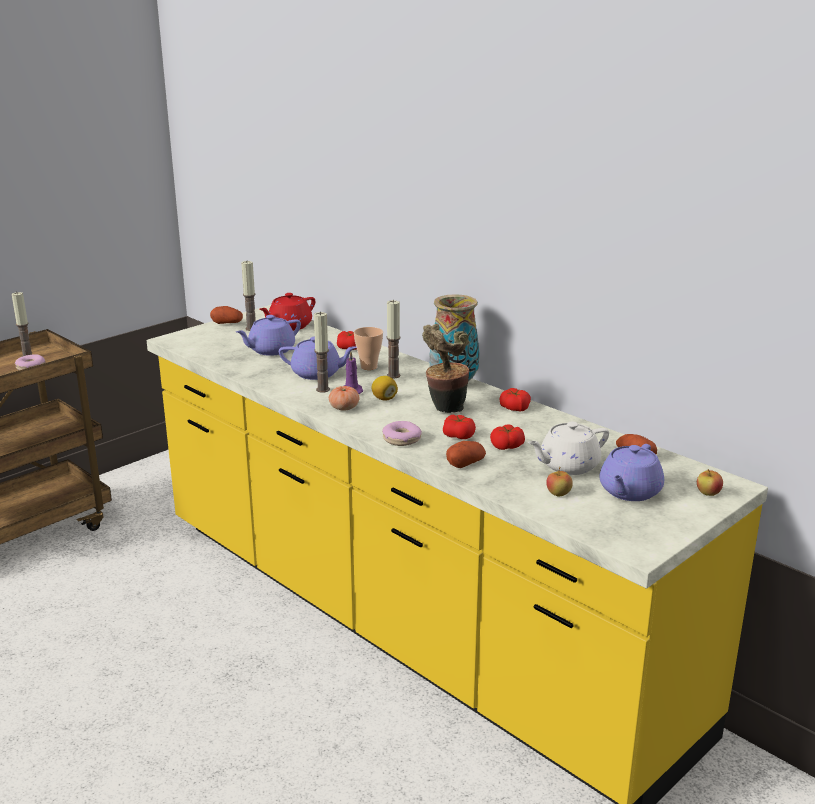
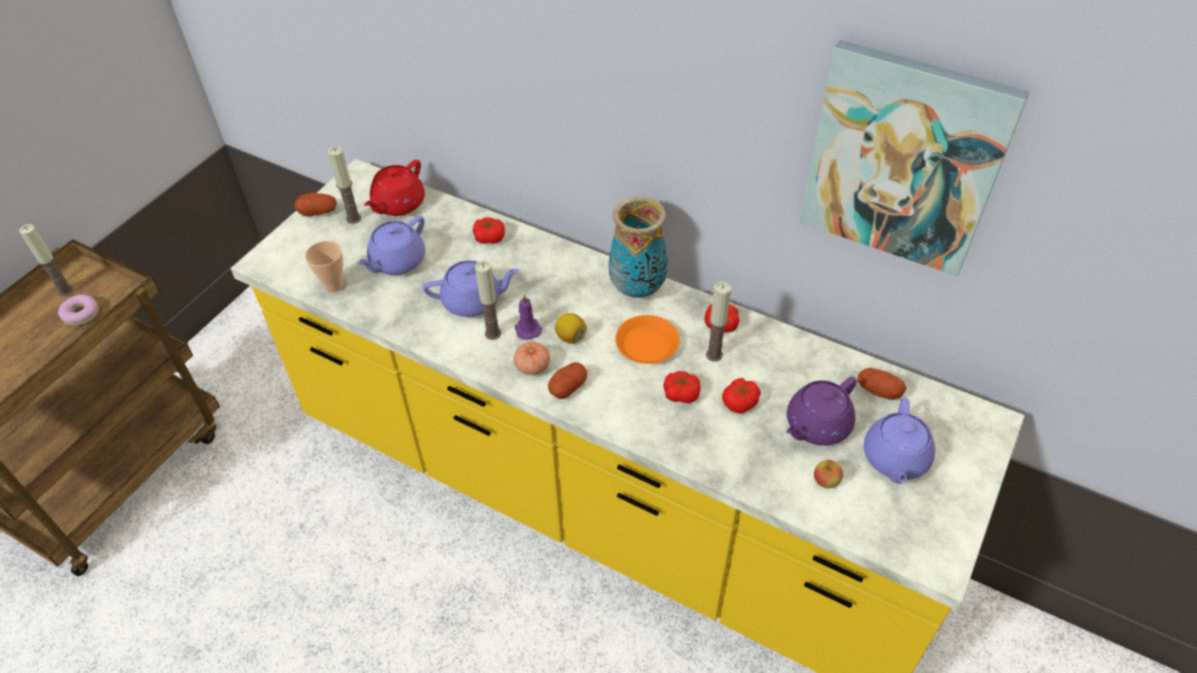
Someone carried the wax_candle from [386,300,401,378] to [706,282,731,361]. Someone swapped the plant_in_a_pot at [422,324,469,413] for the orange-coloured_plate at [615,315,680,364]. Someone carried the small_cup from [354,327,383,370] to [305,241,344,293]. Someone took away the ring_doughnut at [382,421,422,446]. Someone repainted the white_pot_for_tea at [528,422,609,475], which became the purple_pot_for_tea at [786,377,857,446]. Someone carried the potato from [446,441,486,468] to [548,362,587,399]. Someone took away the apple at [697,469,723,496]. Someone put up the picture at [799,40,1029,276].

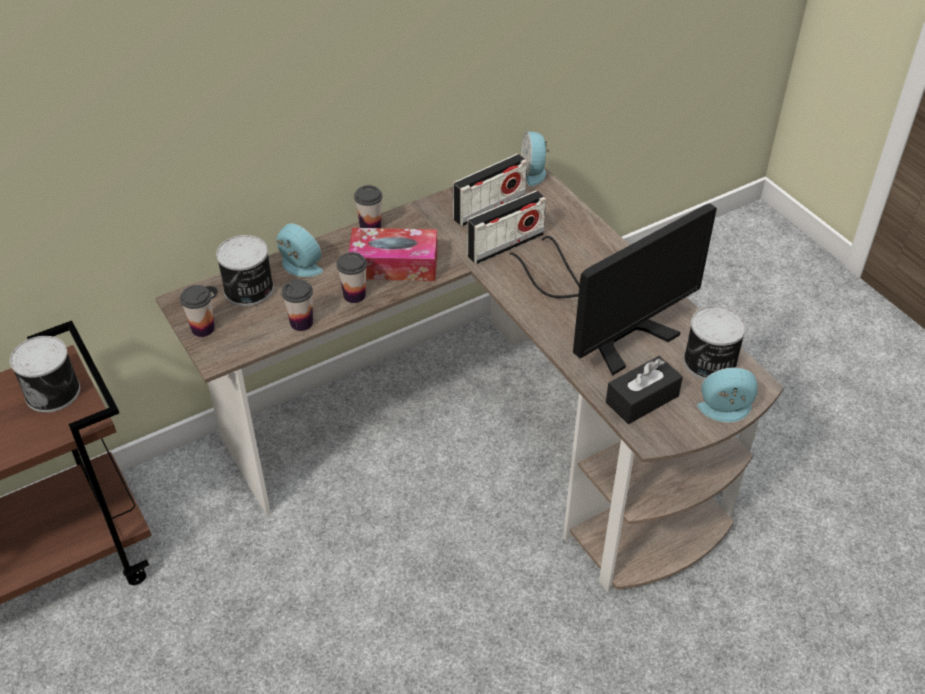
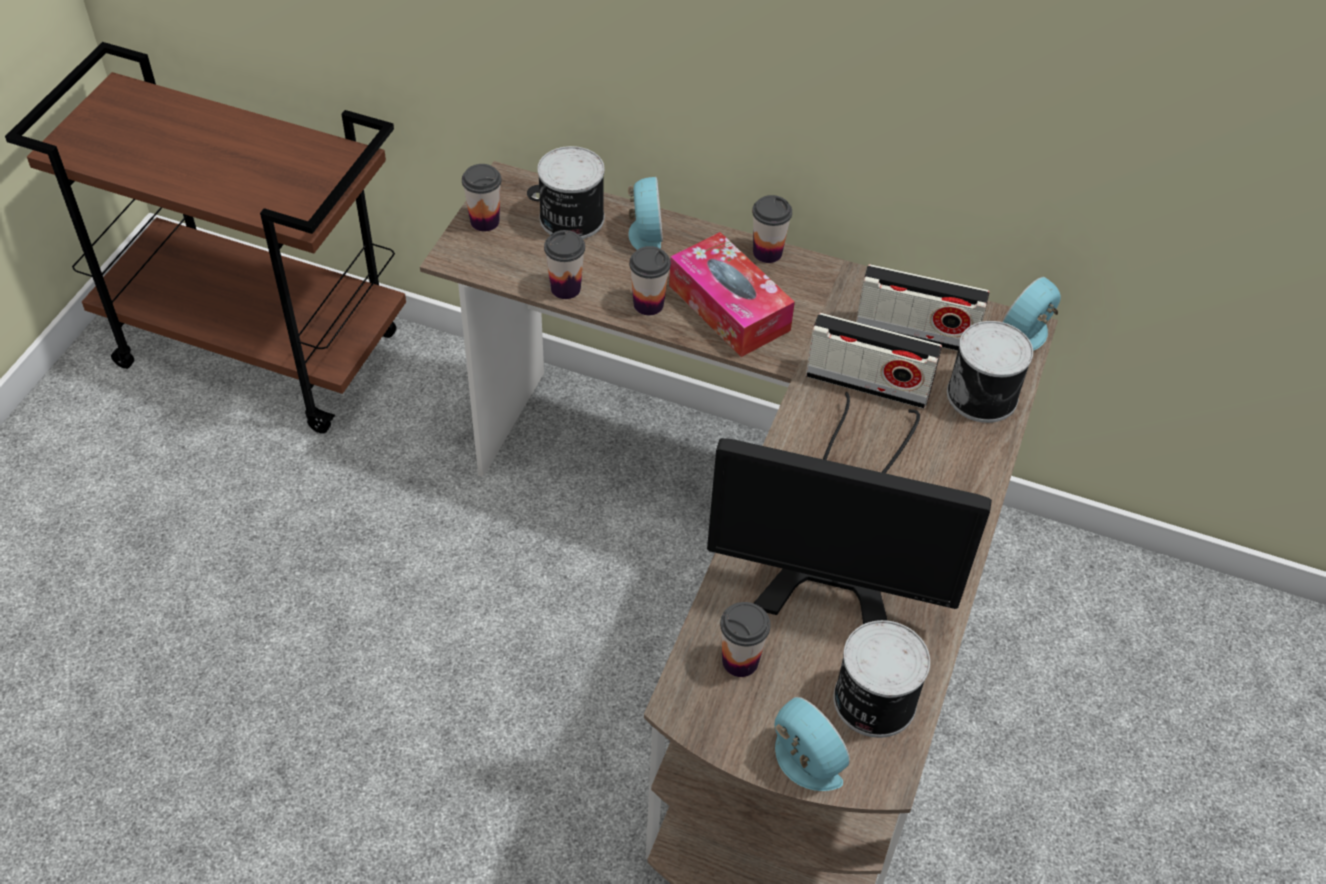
Someone carried the sealed_can from [10,336,80,413] to [947,321,1033,423]. Someone swapped the black_tissue_box at [606,356,683,424] for the small_cup at [720,602,770,677].

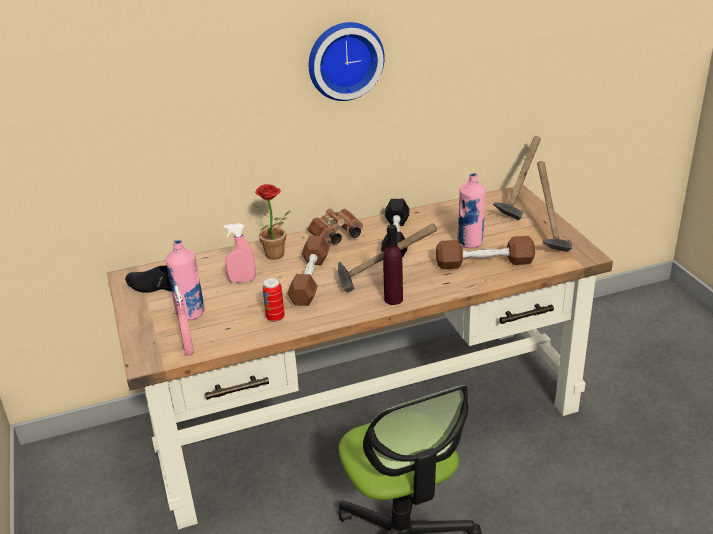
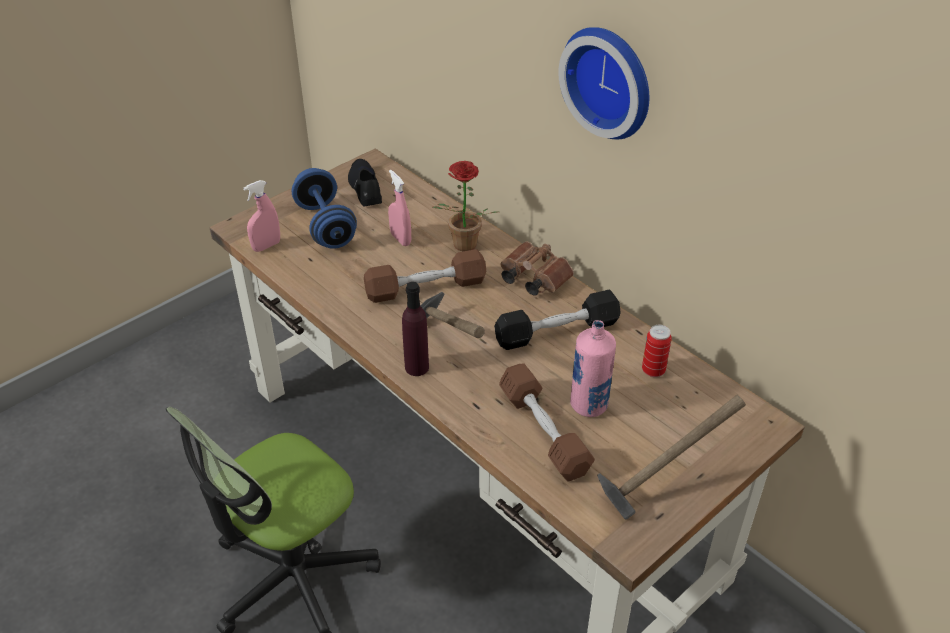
Someone took away the tool_hammer at [493,136,541,220]. Someone swapped the pinkish_bottle at [166,239,205,320] for the blue-coloured_free_weight at [292,168,357,249]. Someone carried the sealed_can from [262,278,285,322] to [642,325,672,377].

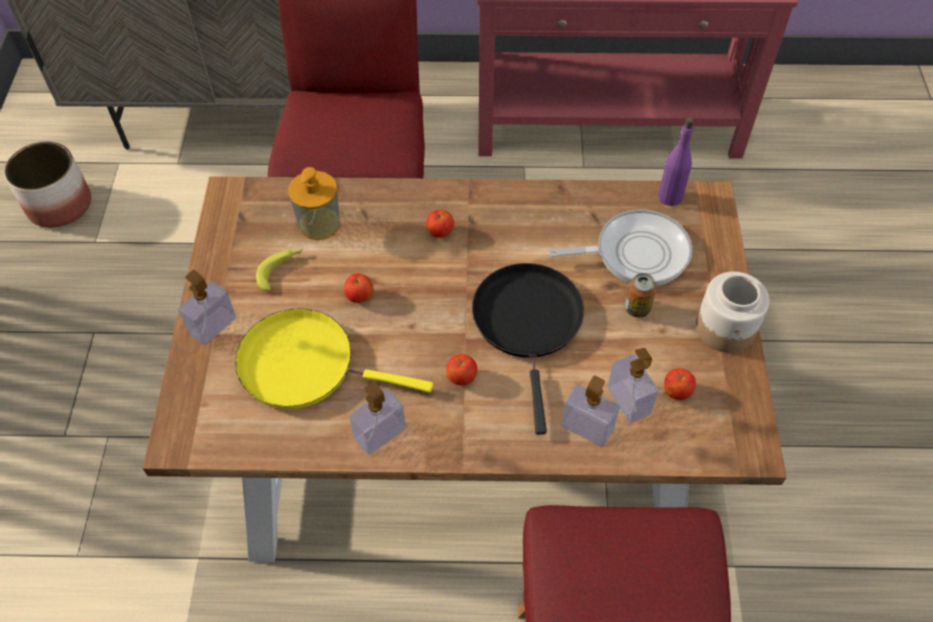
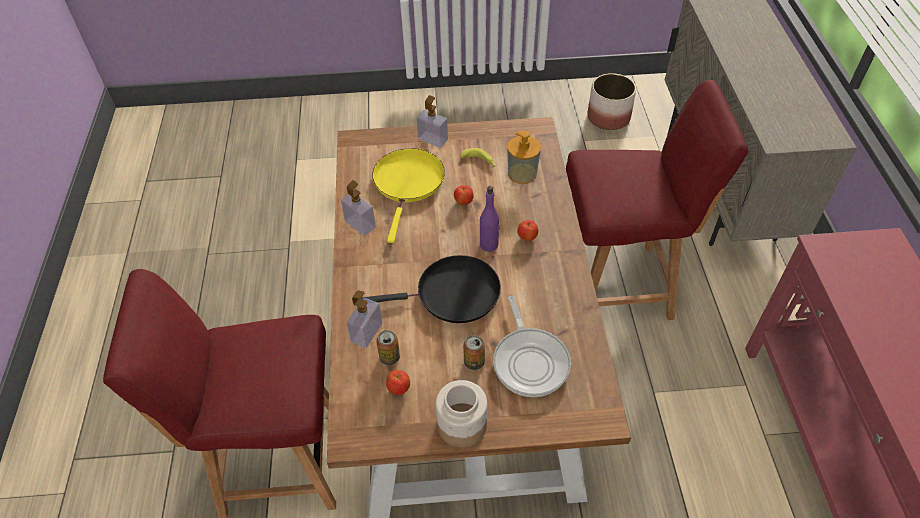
Someone carried the purple_bottle from [658,118,694,206] to [480,186,500,252]. Someone swapped the soap_dispenser at [608,348,658,423] for the sealed_can at [376,330,400,365]. Someone took away the apple at [447,354,477,386].

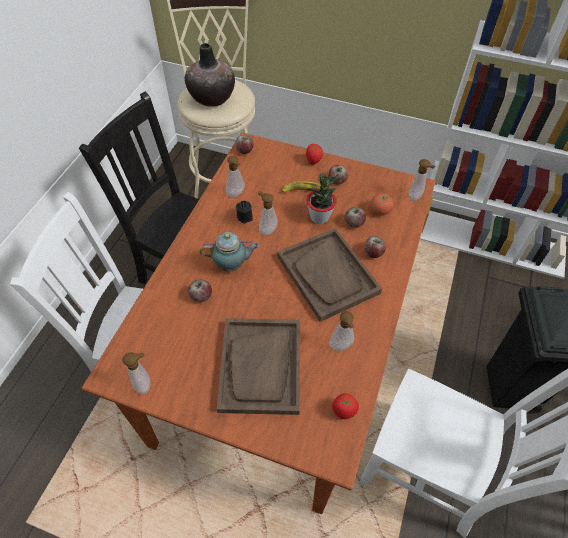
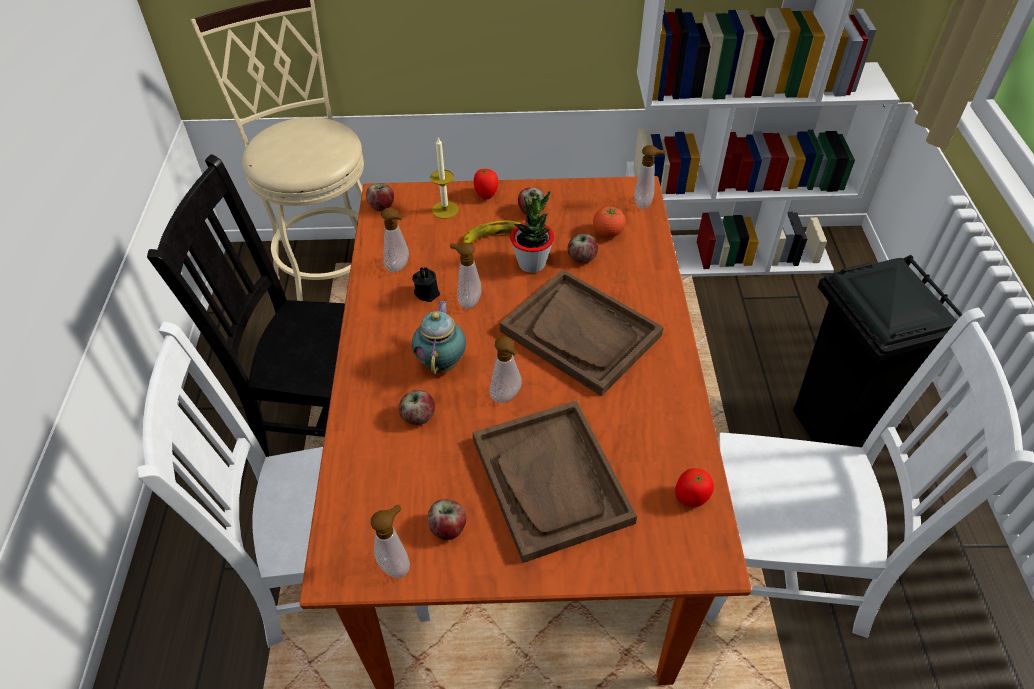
Someone took away the vase at [185,43,235,107]. Someone rotated the pot_for_tea at [200,232,260,272] by 60 degrees counterclockwise. Someone carried the apple from [365,236,386,258] to [427,499,466,540]. Someone carried the soap_dispenser from [329,311,355,351] to [490,336,522,403]. Someone put down the wax_candle at [430,138,459,219].

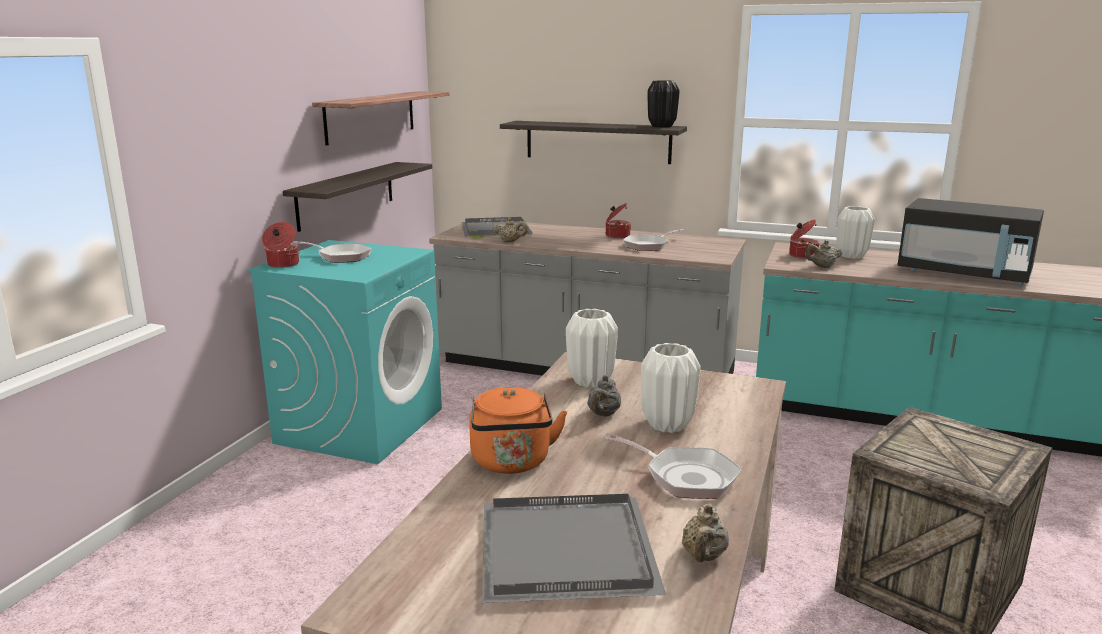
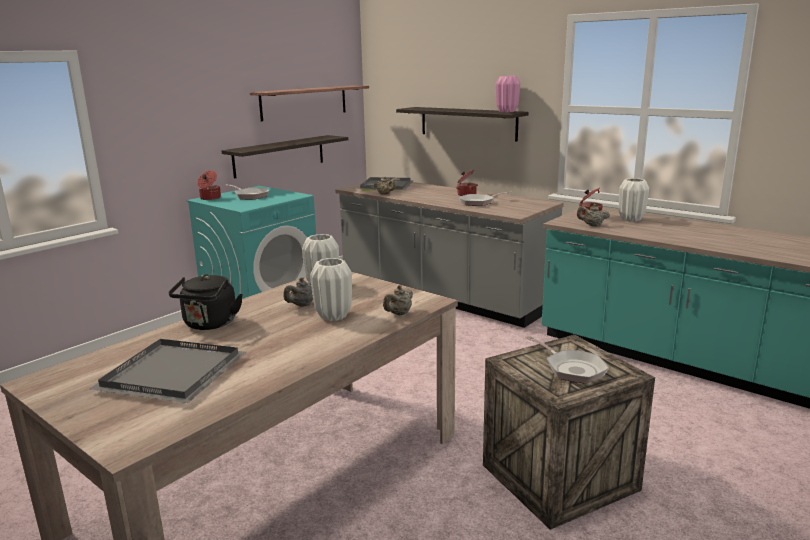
Someone repainted the black_vase at [648,80,680,128], which became the pinkish_vase at [496,76,520,112]. Someone took away the black_microwave_oven at [897,198,1044,285]. Someone repainted the orange-coloured_water_kettle at [469,387,567,474], which became the black_water_kettle at [168,274,243,330]. Someone carried the frying_pan from [603,433,741,499] to [525,336,609,384]. Someone carried the beige-coloured_pot_for_tea from [682,504,729,562] to [383,285,413,315].

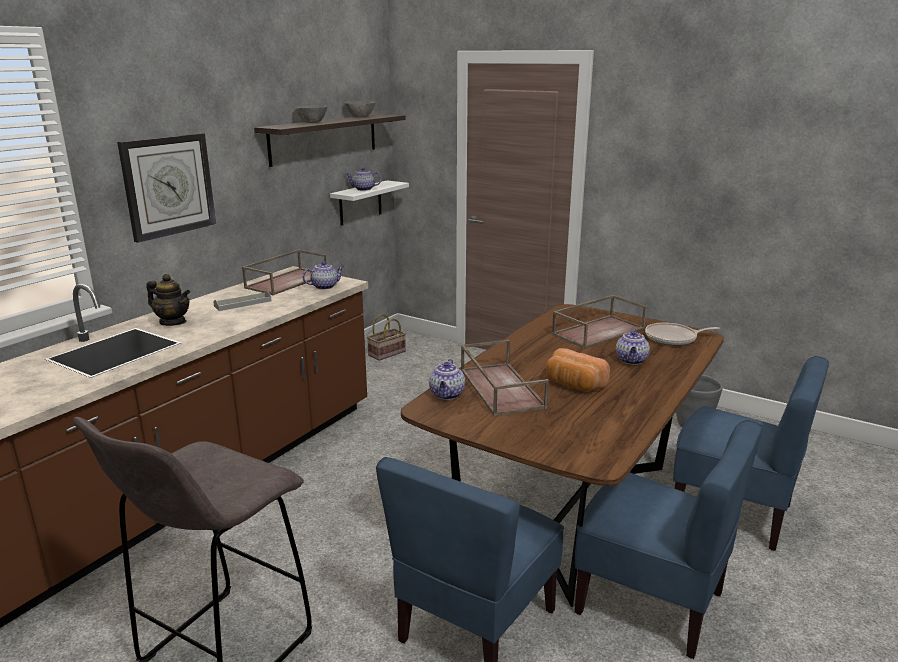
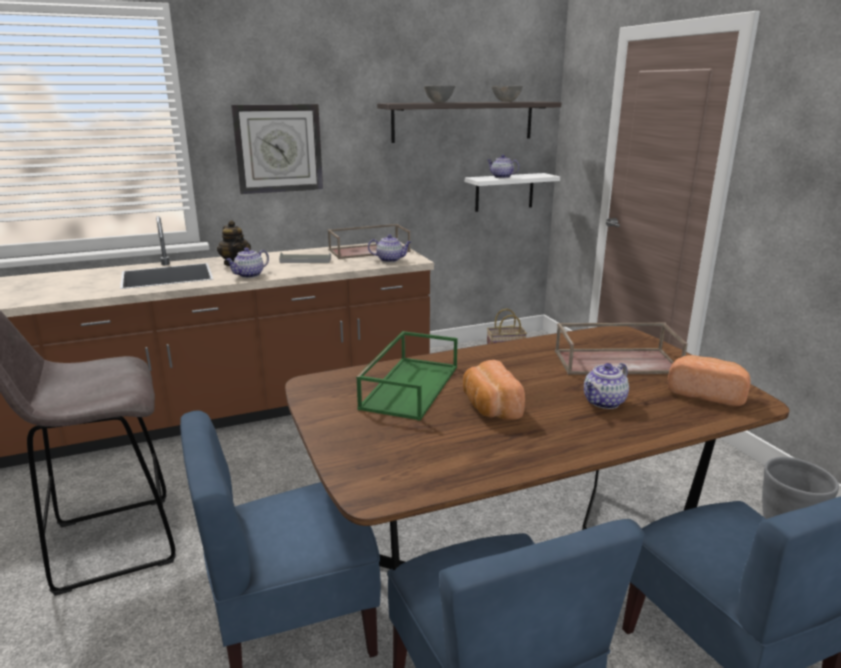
Someone swapped the frying_pan at [645,323,720,346] for the bakery_bread at [668,355,750,406]. Someone repainted the brown-coloured_carrying_tray at [461,340,549,416], which became the green-coloured_carrying_tray at [356,331,457,421]. Someone carried the pot_for_tea from [429,359,465,400] to [226,248,269,278].

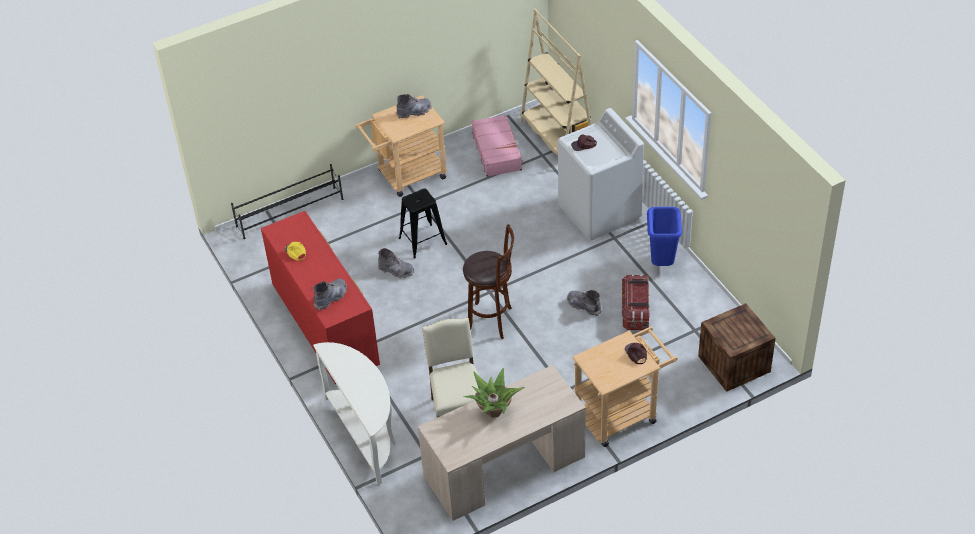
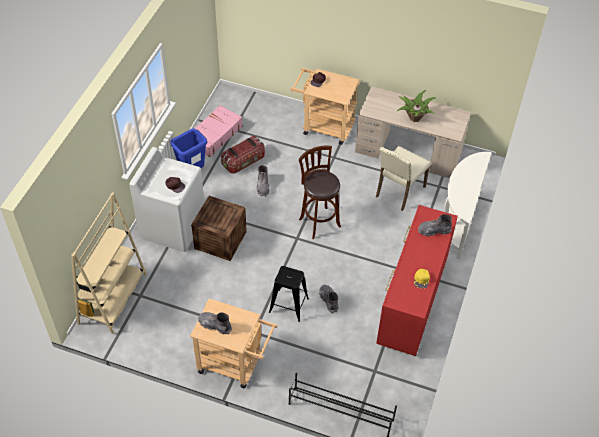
Someone carried the pinkish_travel_case from [471,115,523,177] to [195,105,243,157]. Someone carried the packing_crate from [698,303,776,392] to [191,196,247,261].

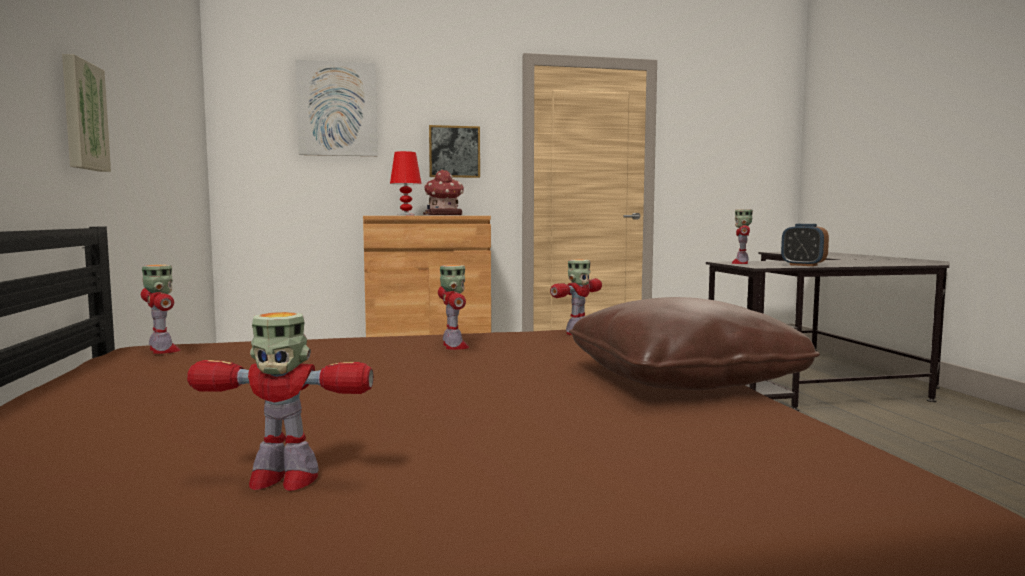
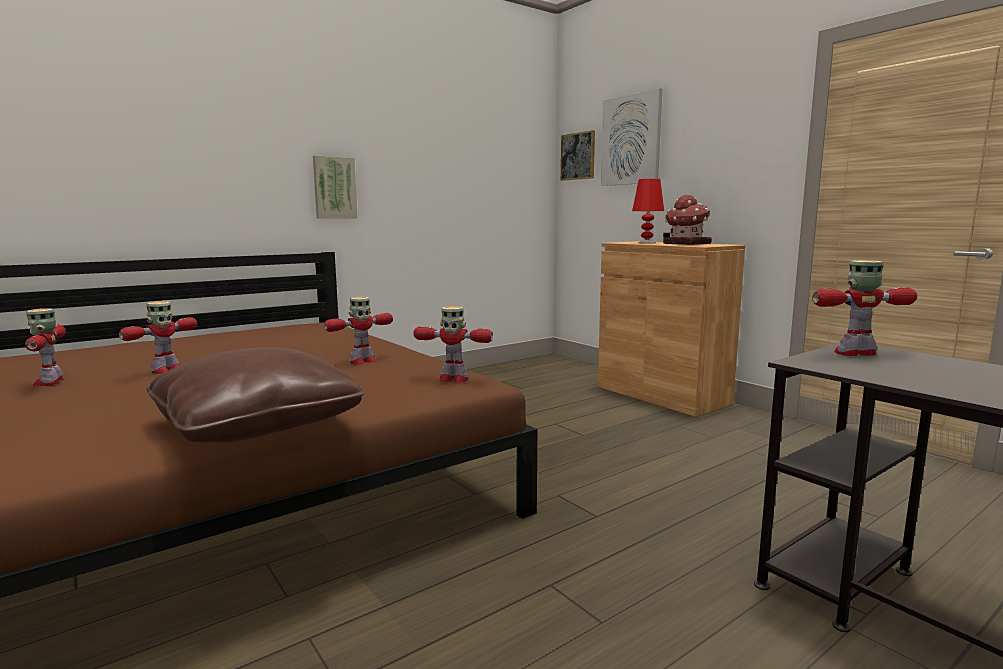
Someone carried the picture from [429,125,480,178] to [561,130,595,181]. Someone took away the bedside_clock at [781,224,829,266]. Someone carried the model_robot from [141,264,181,354] to [119,301,197,374].

